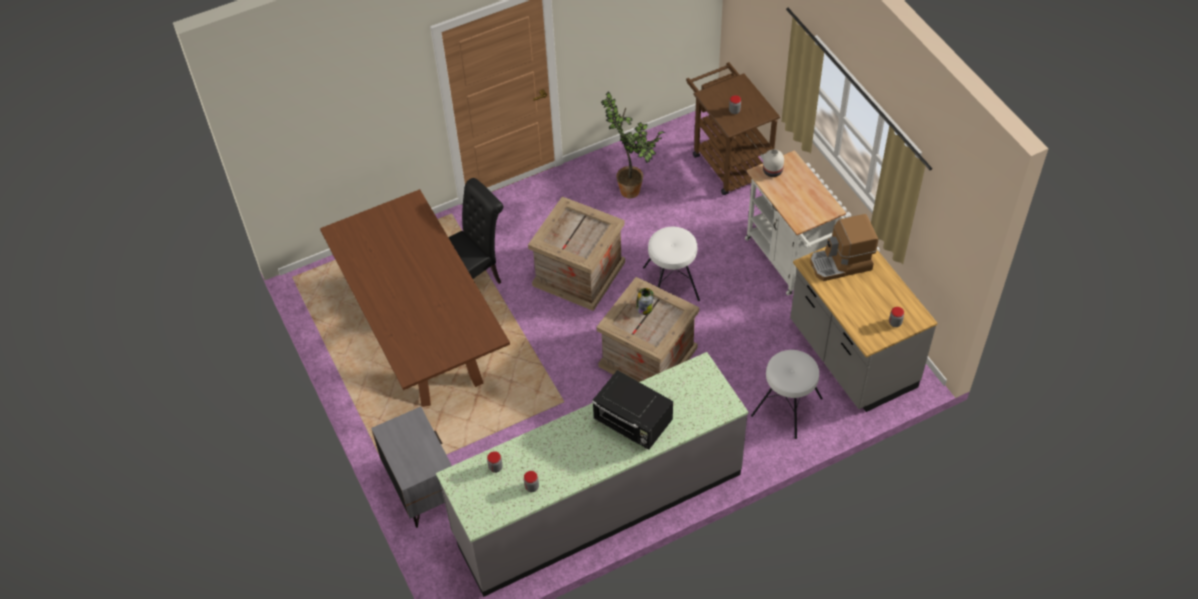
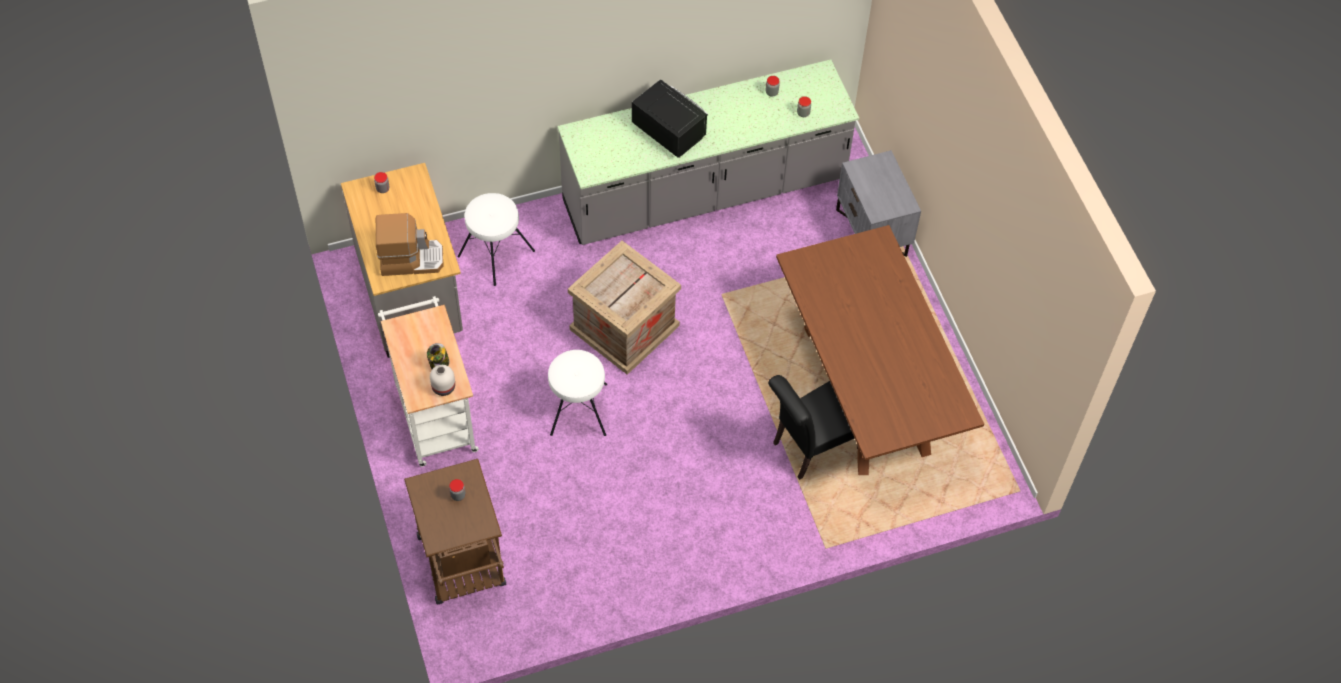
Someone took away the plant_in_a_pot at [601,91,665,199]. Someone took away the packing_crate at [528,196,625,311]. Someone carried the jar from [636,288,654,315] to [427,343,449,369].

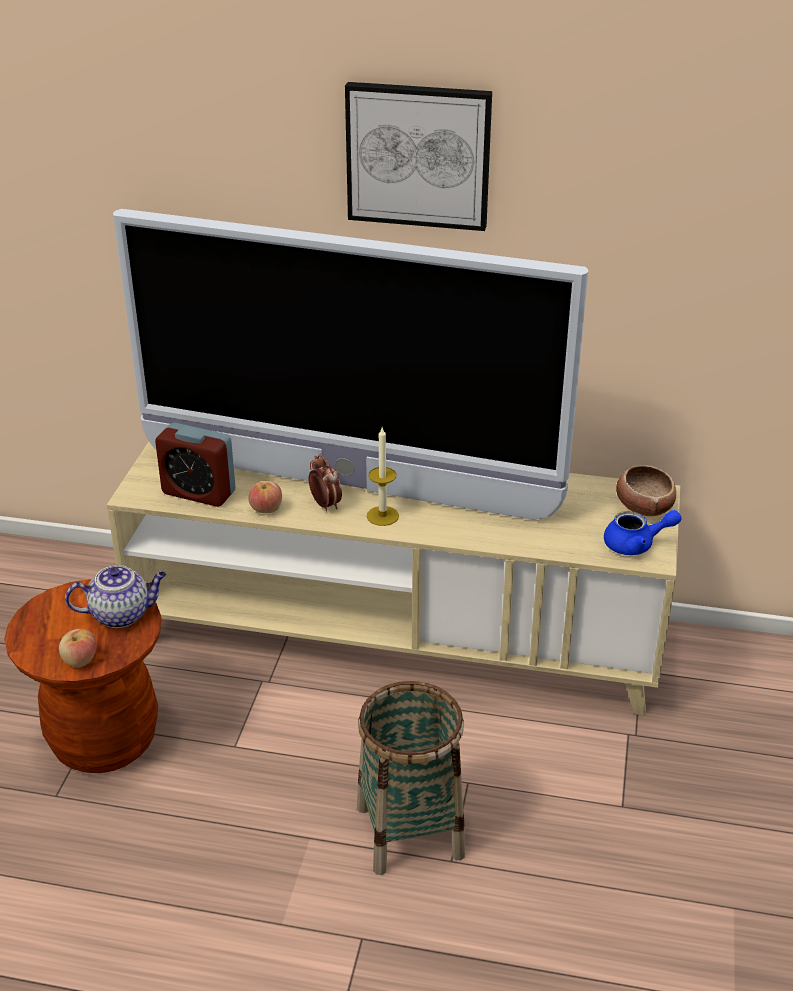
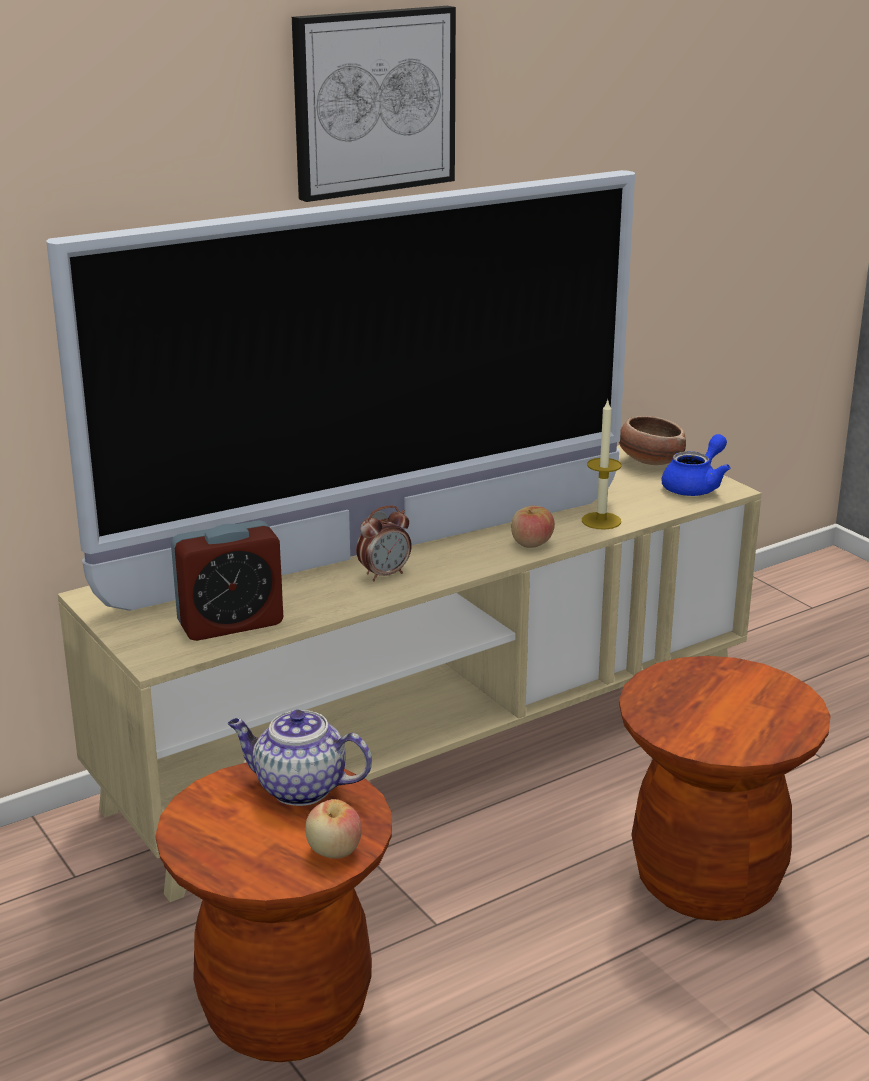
Someone carried the wax_candle from [367,428,399,526] to [582,400,622,530]. Someone rotated the bedside_clock at [309,455,342,512] by 135 degrees clockwise. Someone carried the apple from [248,481,282,513] to [511,506,555,548]. Someone rotated the pot_for_tea at [65,565,167,628] by 105 degrees counterclockwise. Someone swapped the household_basket at [357,681,465,875] for the brown-coloured_stool at [619,656,830,921].

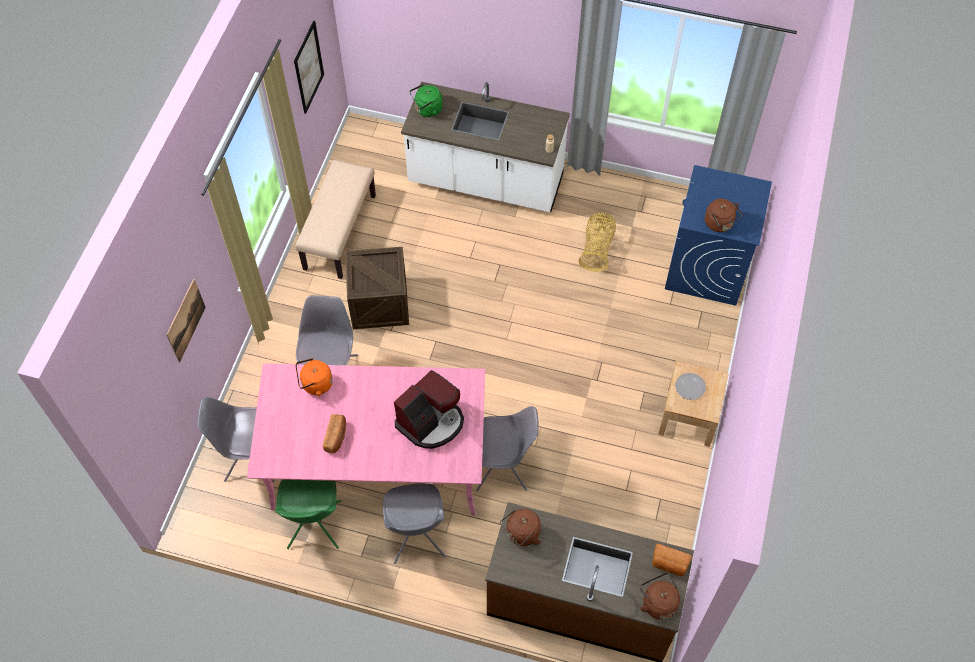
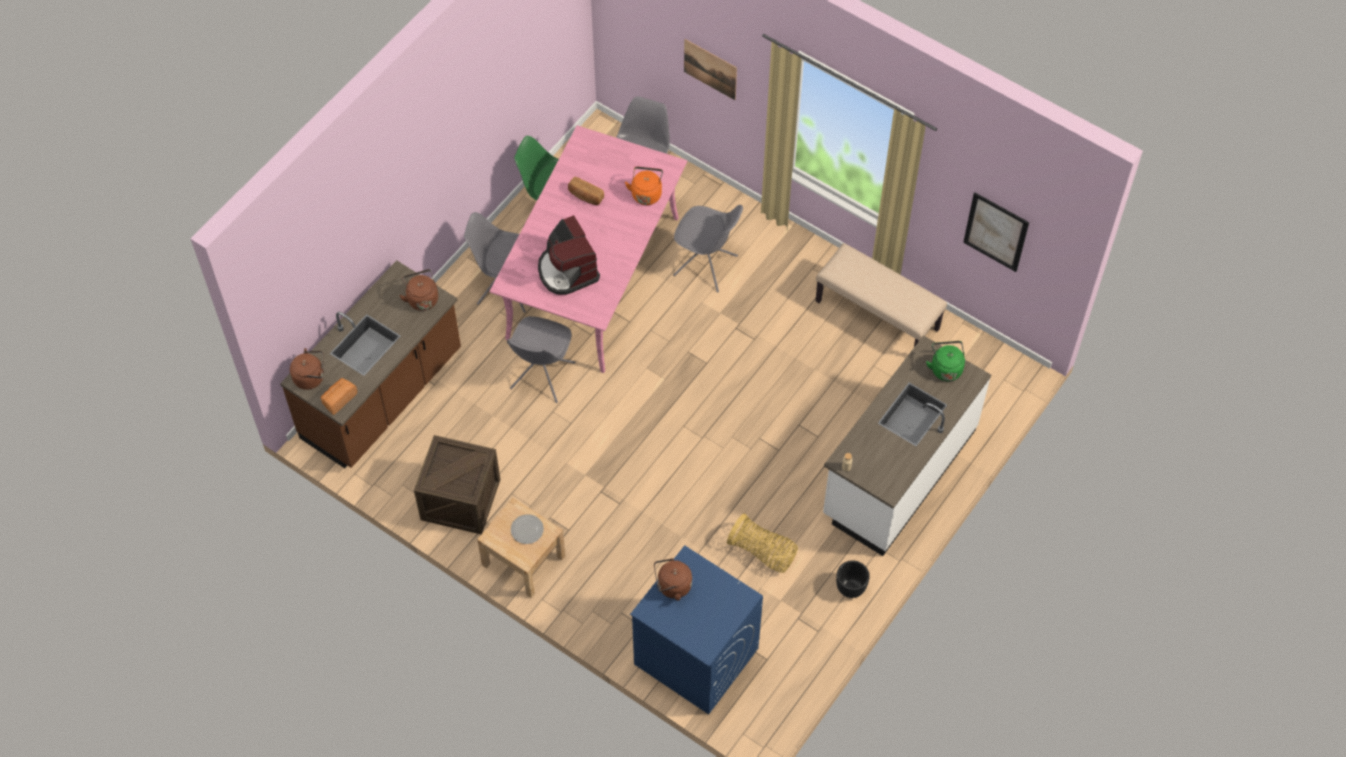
Someone carried the packing_crate from [345,247,409,329] to [414,435,500,534]. Someone put down the black_plant_pot at [836,560,870,598].

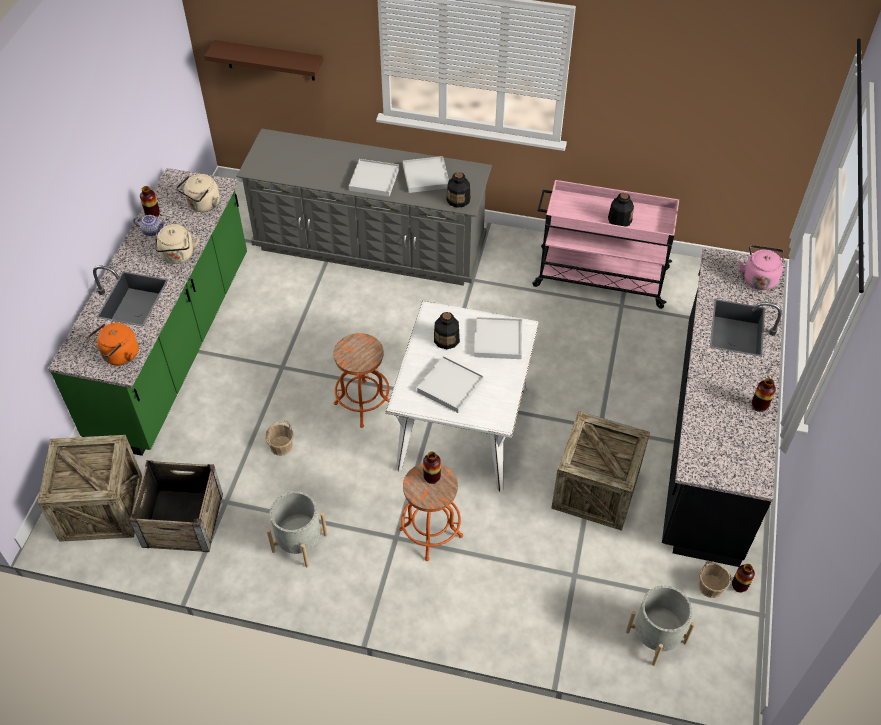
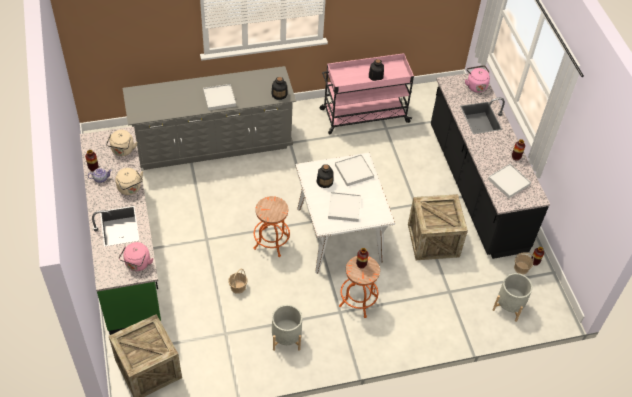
Someone took away the brown-coloured_wall_shelf at [204,40,323,80]. Someone carried the white_carrying_tray from [403,156,449,193] to [488,164,531,198]. Someone repainted the orange-coloured_water_kettle at [88,323,138,365], which became the pinkish_water_kettle at [119,242,153,271]. Someone took away the packing_crate at [129,460,223,552].

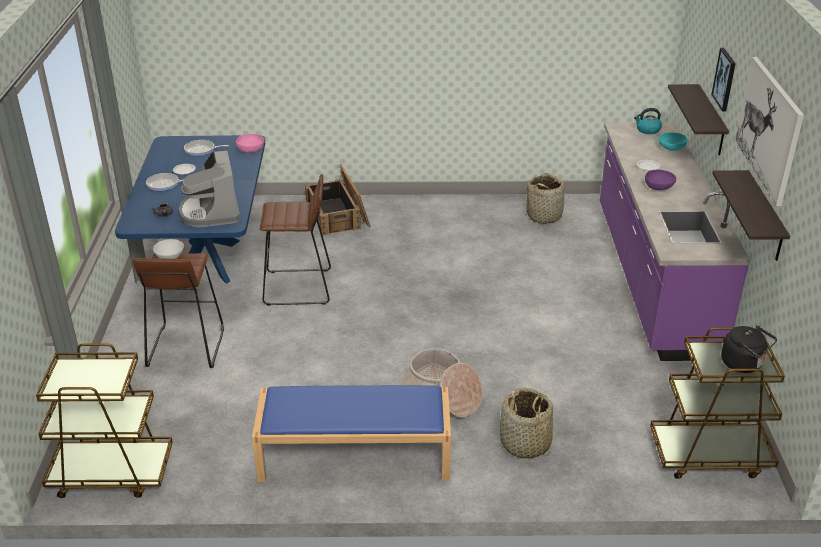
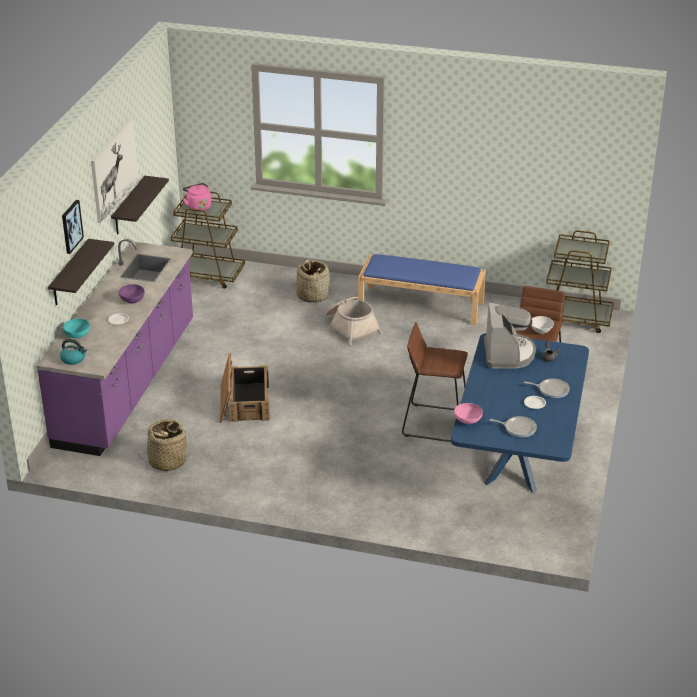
Someone carried the packing_crate from [305,164,371,236] to [220,353,270,423]. Someone repainted the black_water_kettle at [721,326,777,373], which became the pinkish_water_kettle at [183,183,211,212].

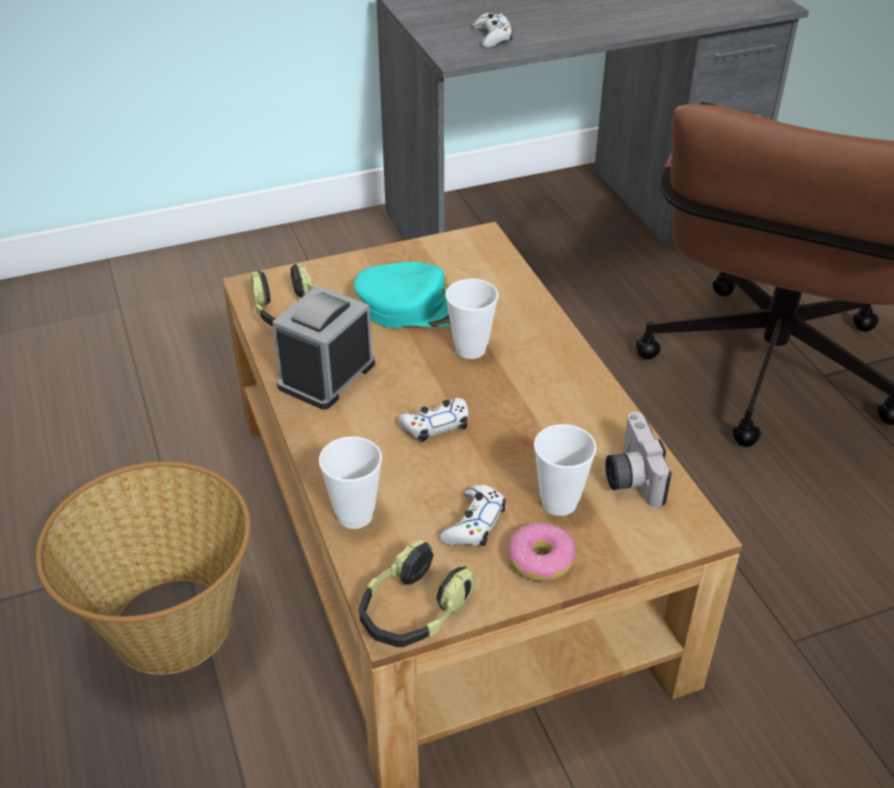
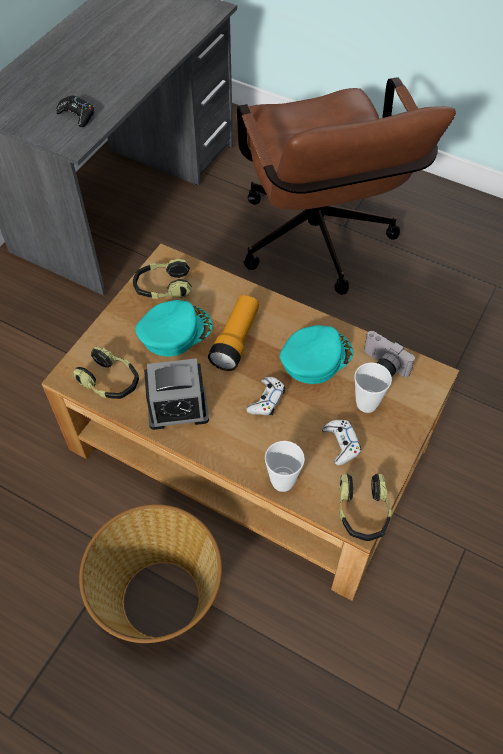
Someone repainted the white_game_controller at [472,13,513,48], which became the black_game_controller at [56,95,94,127]. Someone swapped the small_cup at [445,279,499,359] for the torch at [208,295,259,371]. Someone rotated the bedside_clock at [272,285,375,410] by 90 degrees counterclockwise. Someone took away the ring_doughnut at [508,522,576,581]. Someone put down the headphones at [133,259,192,299]. Someone put down the blue-green_cap at [280,325,353,384].

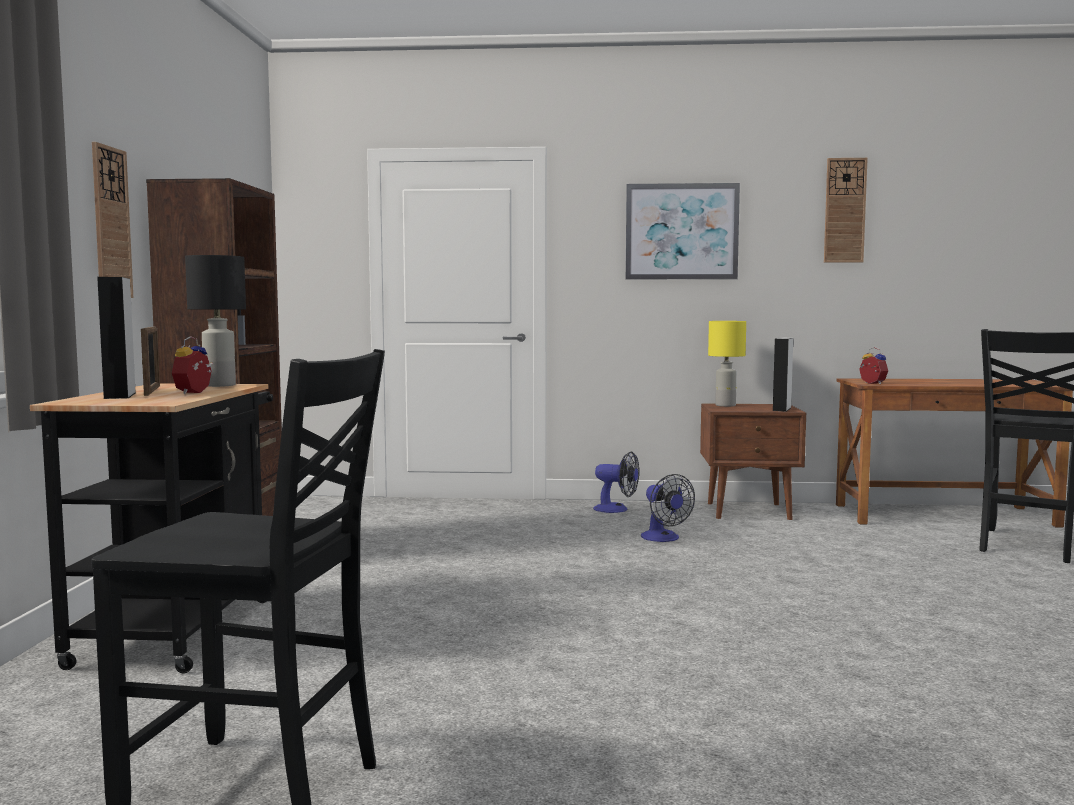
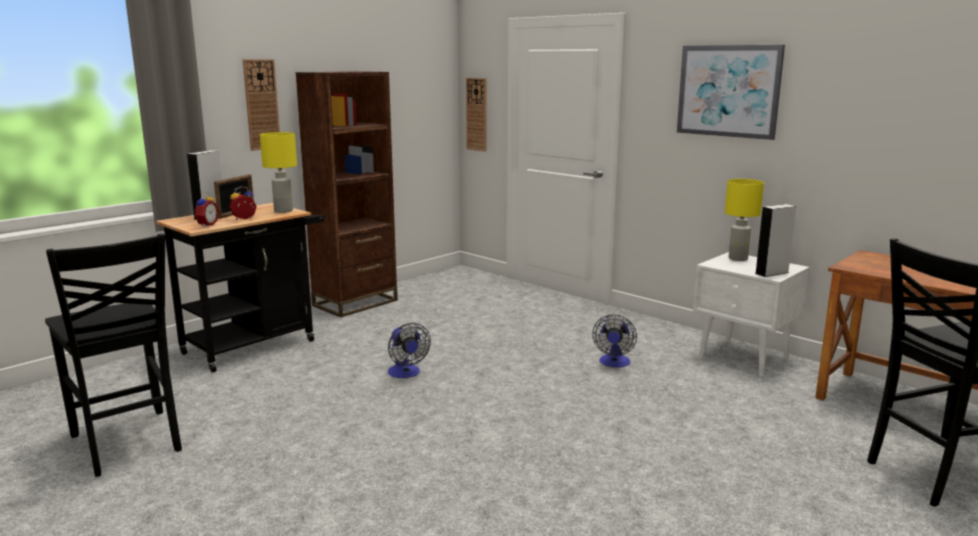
Someone carried the hanging_clock from [824,158,868,263] to [466,78,487,151]. Someone repainted the black_table_lamp at [185,255,246,387], which became the yellow_table_lamp at [260,132,297,213]. Someone carried the bedside_clock from [859,347,888,384] to [194,192,219,227]. Someone repainted the brown-coloured_night_table at [700,404,806,520], which became the white_night_table at [693,252,809,376]. Someone carried the fan from [593,451,639,513] to [388,323,431,378].

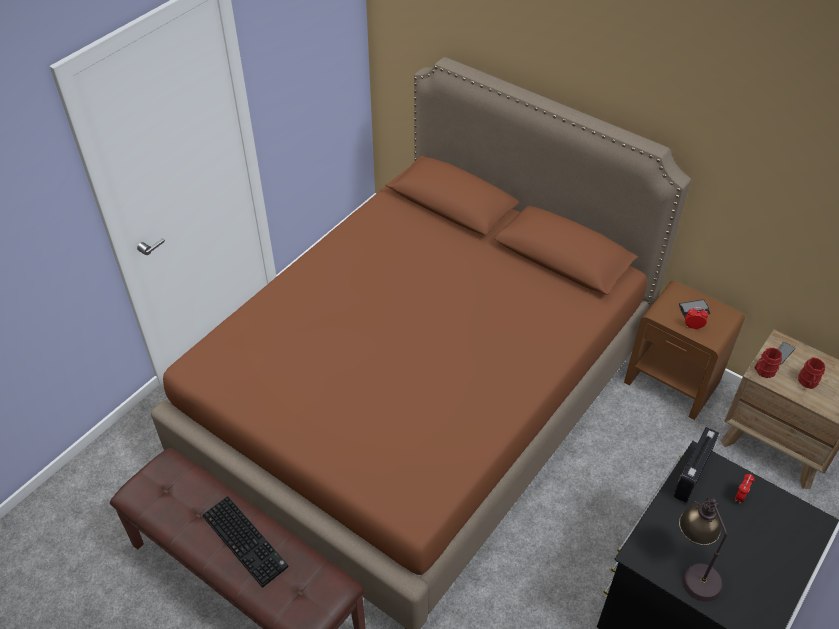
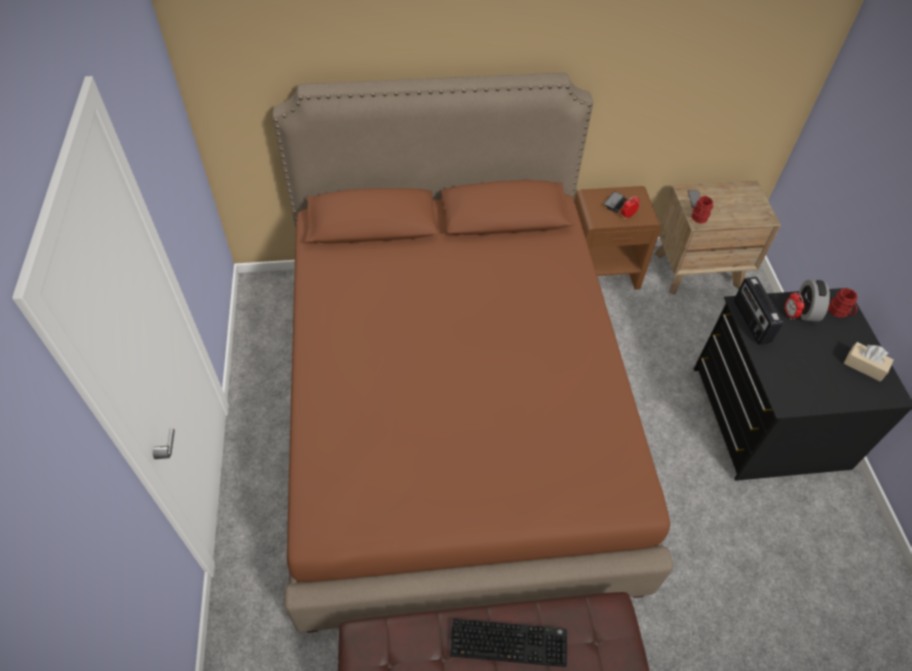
Someone carried the red-coloured_tea_mug from [798,357,825,389] to [828,288,858,318]. Someone took away the table_lamp at [679,498,727,602]. Someone put down the bedside_clock at [799,279,830,322]. Someone put down the beige-coloured_tissue_box at [844,342,894,381].

